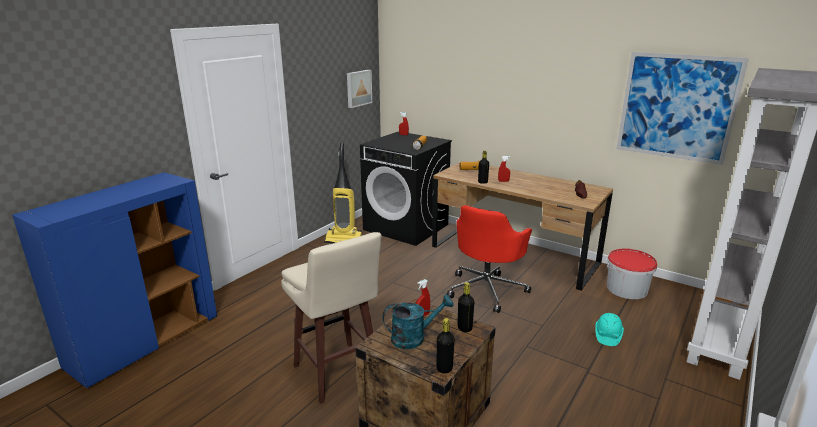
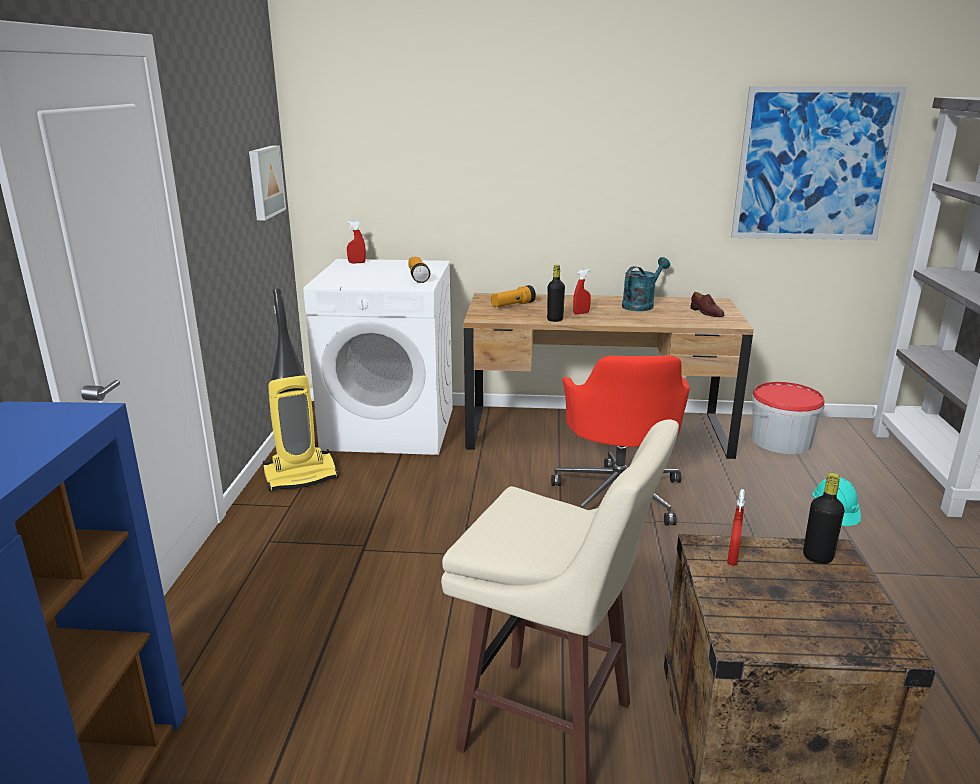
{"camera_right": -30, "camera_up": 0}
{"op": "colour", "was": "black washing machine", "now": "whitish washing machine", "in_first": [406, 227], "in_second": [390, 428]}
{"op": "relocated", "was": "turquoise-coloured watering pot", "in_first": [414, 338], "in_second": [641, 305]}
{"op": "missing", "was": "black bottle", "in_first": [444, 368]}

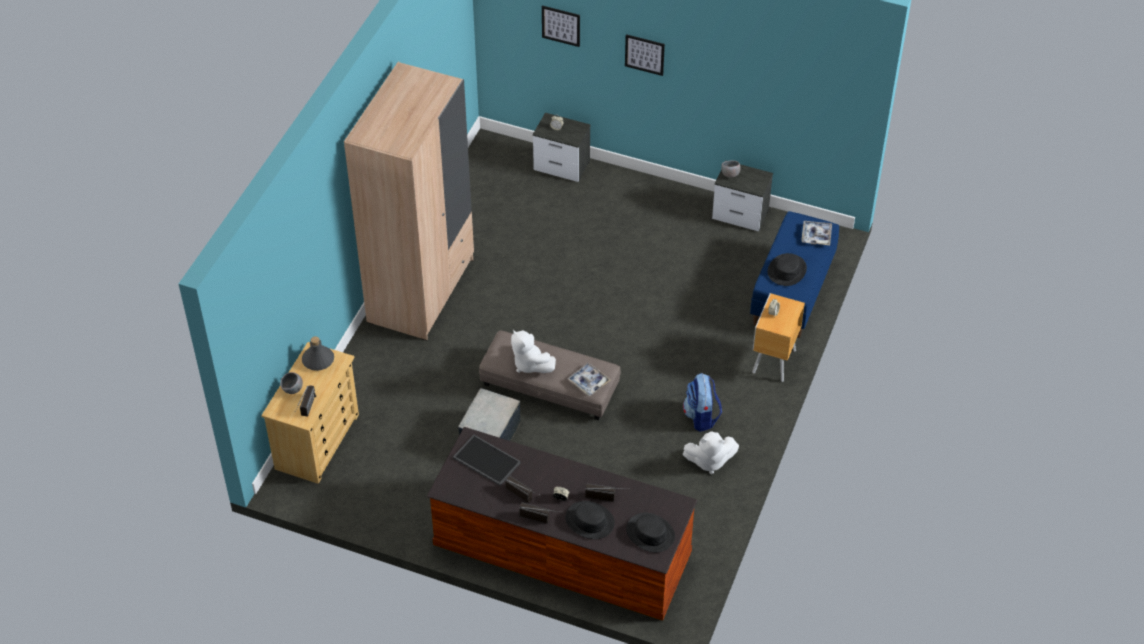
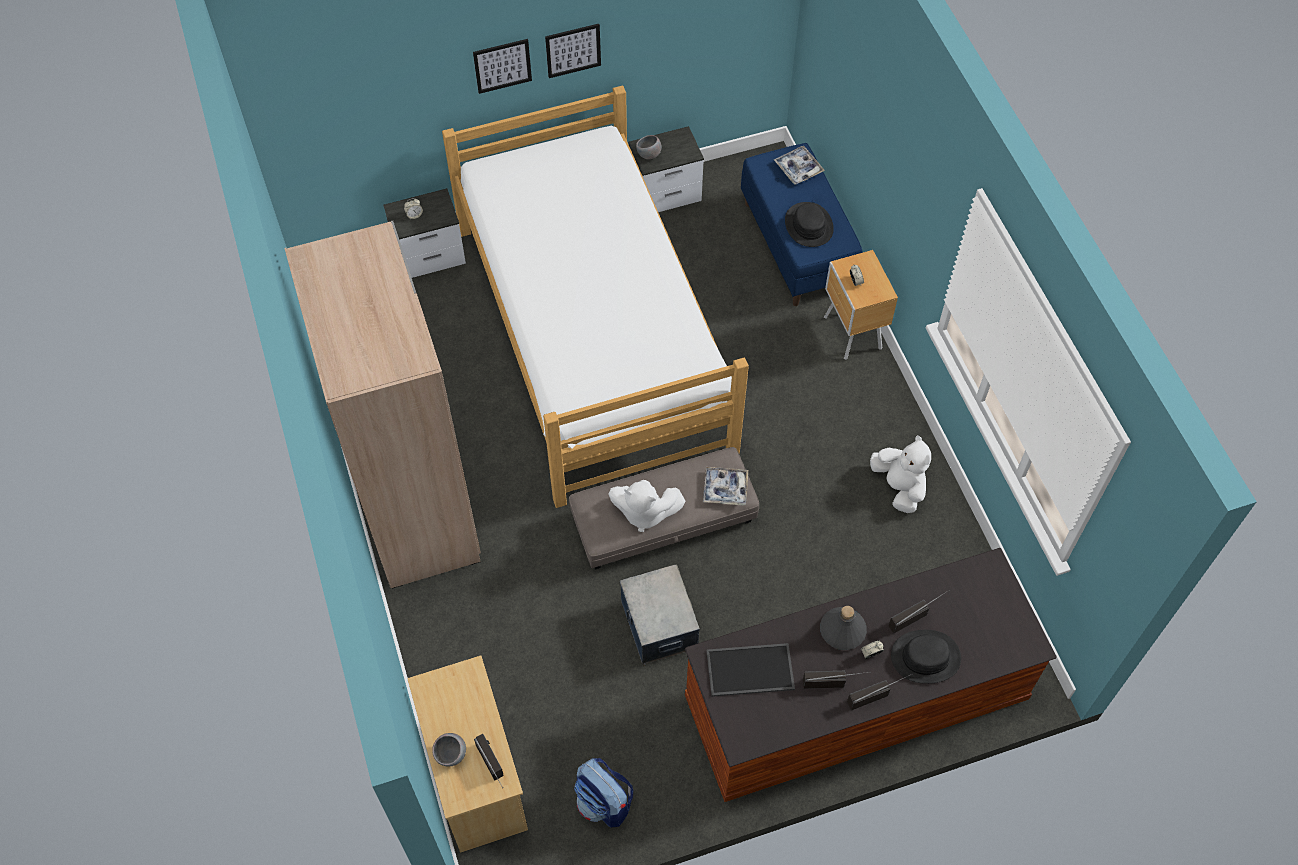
{"camera_right": -40, "camera_up": 10}
{"op": "relocated", "was": "wall art", "in_first": [561, 25], "in_second": [573, 50]}
{"op": "relocated", "was": "grey bottle", "in_first": [318, 360], "in_second": [842, 630]}
{"op": "relocated", "was": "knapsack", "in_first": [701, 416], "in_second": [604, 803]}
{"op": "spun", "was": "whitish soft toy", "in_first": [709, 461], "in_second": [899, 487], "clockwise": -75}
{"op": "missing", "was": "black clothing hat", "in_first": [650, 533]}
{"op": "appeared", "now": "sleeping bed", "in_second": [593, 336]}

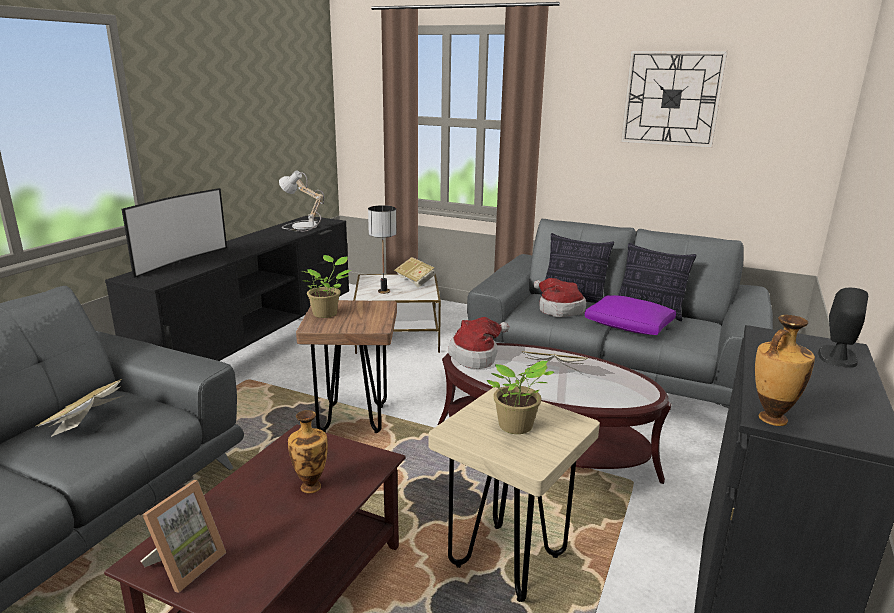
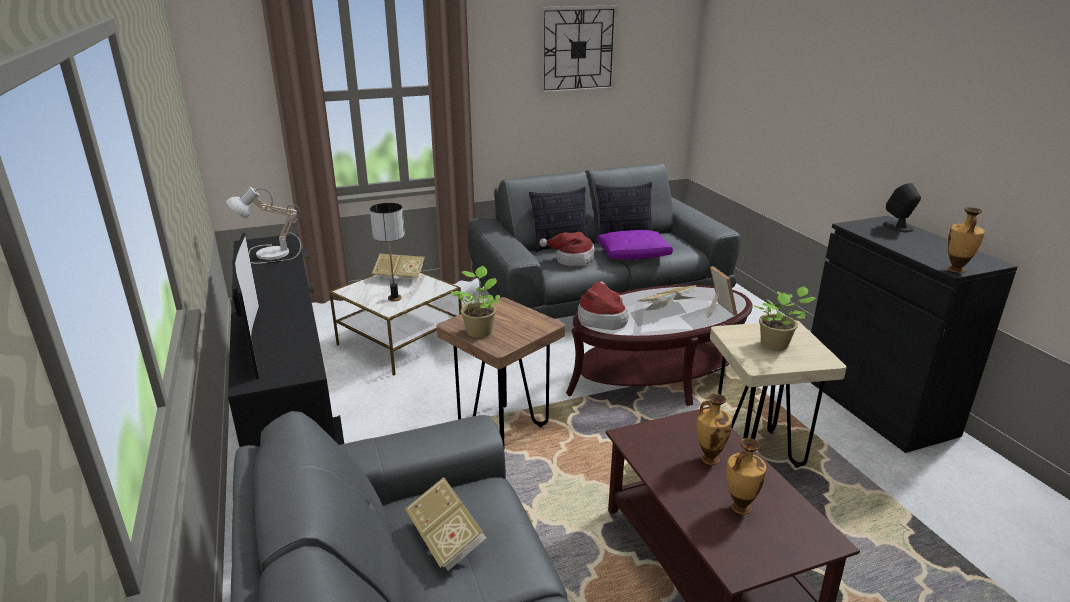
{"camera_right": -45, "camera_up": 5}
{"op": "relocated", "was": "standing frame", "in_first": [185, 564], "in_second": [717, 310]}
{"op": "appeared", "now": "vase", "in_second": [739, 507]}

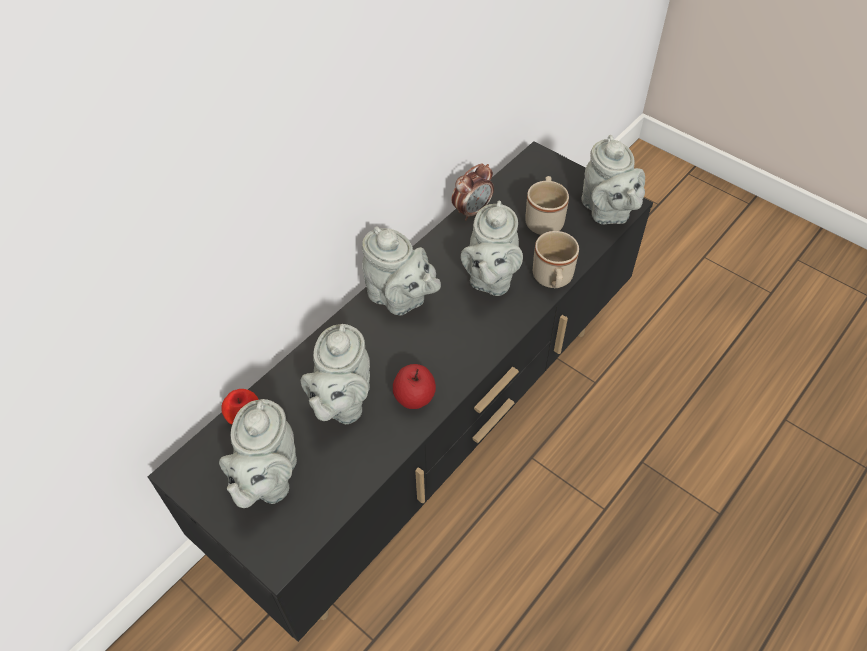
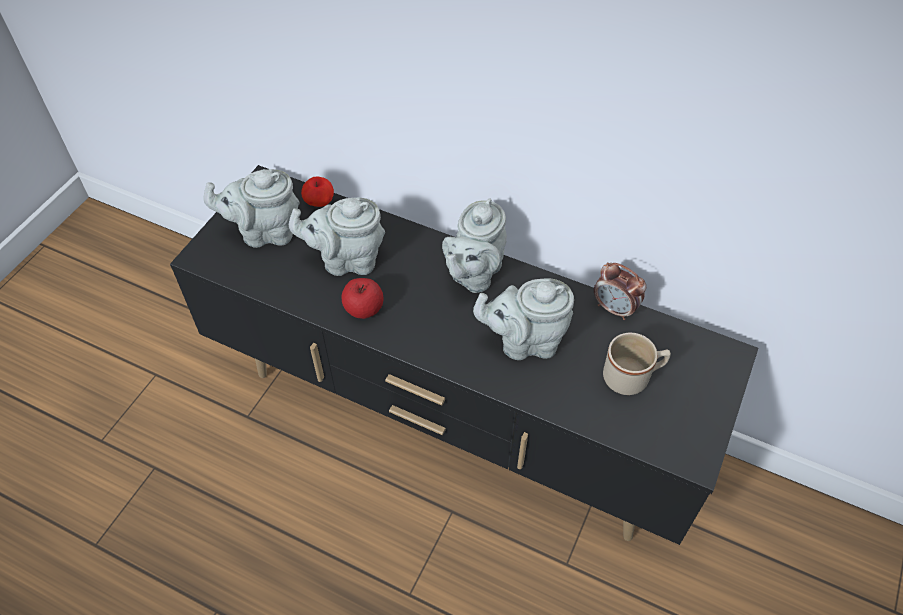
{"camera_right": 75, "camera_up": 0}
{"op": "missing", "was": "grey teapot", "in_first": [607, 212]}
{"op": "missing", "was": "sand-coloured mug", "in_first": [553, 280]}

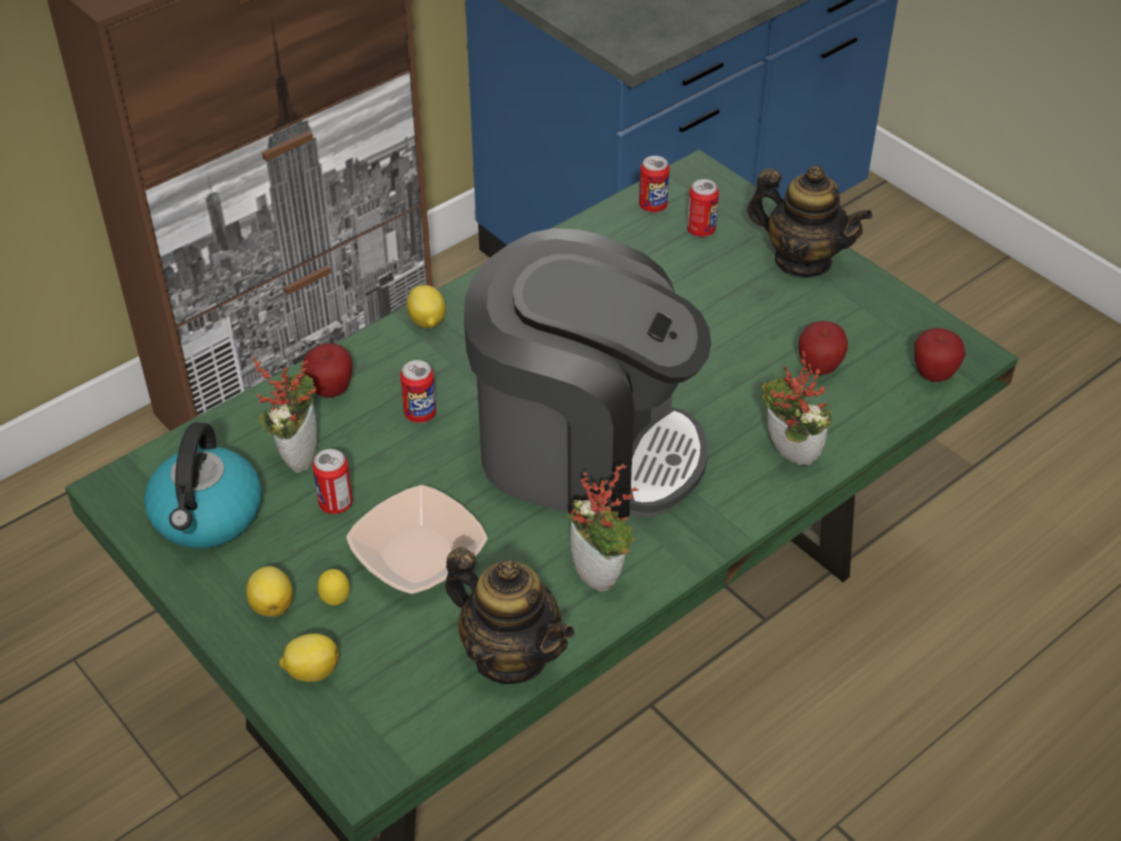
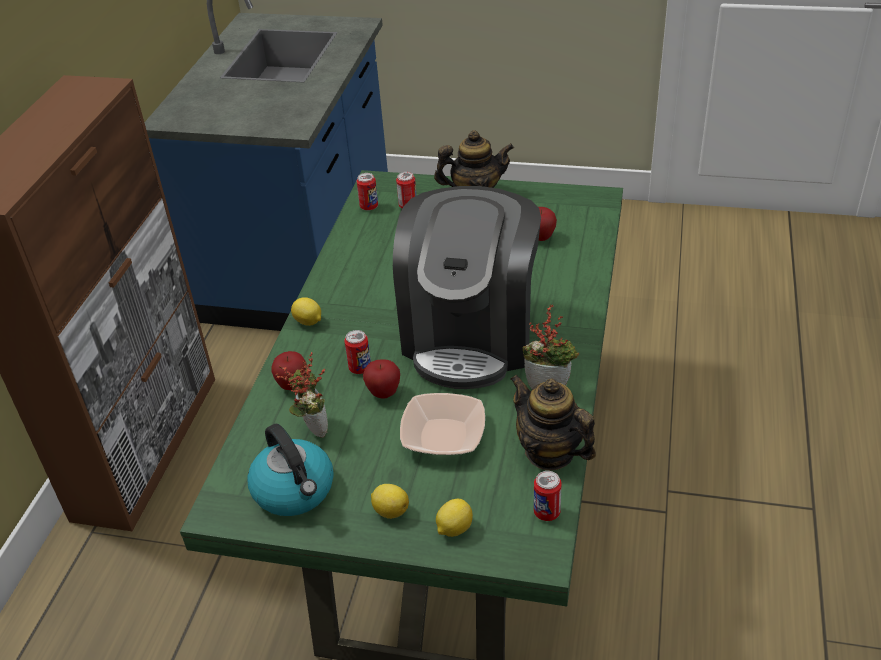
{"camera_right": -35, "camera_up": -5}
{"op": "spun", "was": "coffee machine", "in_first": [585, 449], "in_second": [470, 335], "clockwise": 120}
{"op": "relocated", "was": "apple", "in_first": [933, 374], "in_second": [383, 393]}
{"op": "missing", "was": "houseplant", "in_first": [787, 457]}
{"op": "relocated", "was": "metal can", "in_first": [336, 503], "in_second": [547, 512]}
{"op": "spun", "was": "teapot", "in_first": [510, 655], "in_second": [550, 452], "clockwise": -135}
{"op": "missing", "was": "whole lemon", "in_first": [336, 601]}

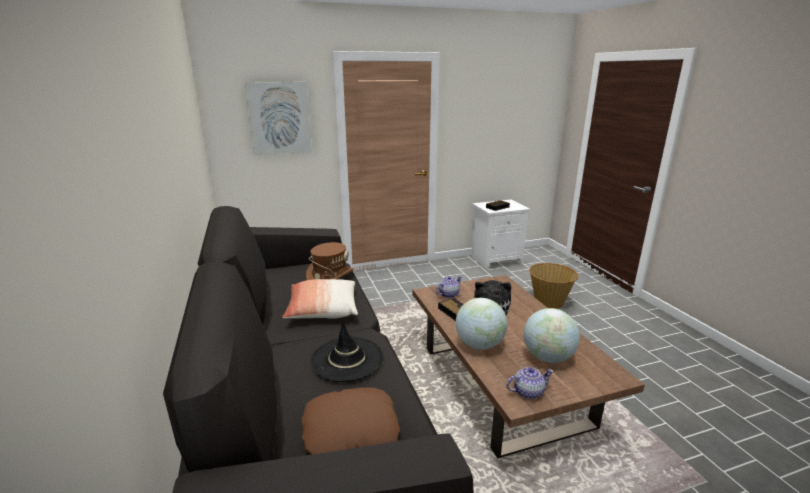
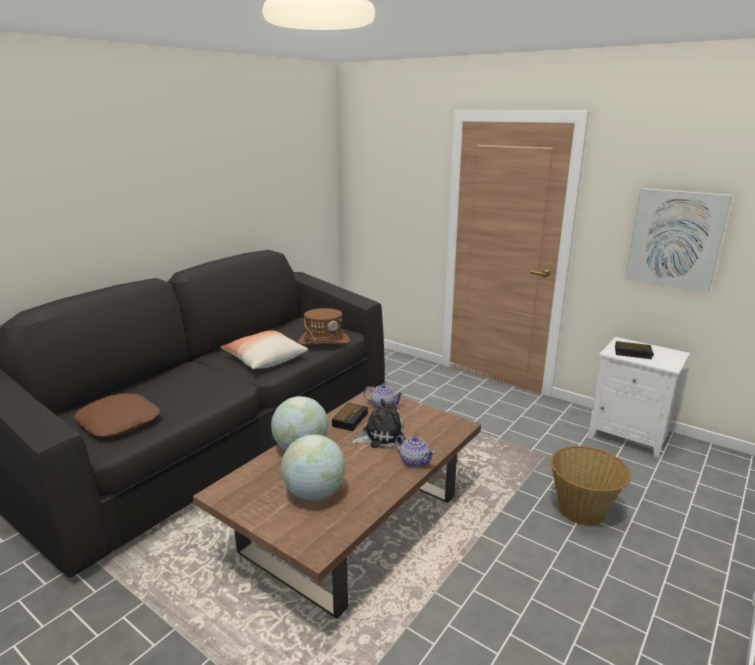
{"camera_right": 55, "camera_up": 0}
{"op": "relocated", "was": "wall art", "in_first": [279, 118], "in_second": [675, 239]}
{"op": "missing", "was": "black clothing hat", "in_first": [347, 359]}
{"op": "relocated", "was": "teapot", "in_first": [527, 392], "in_second": [414, 461]}

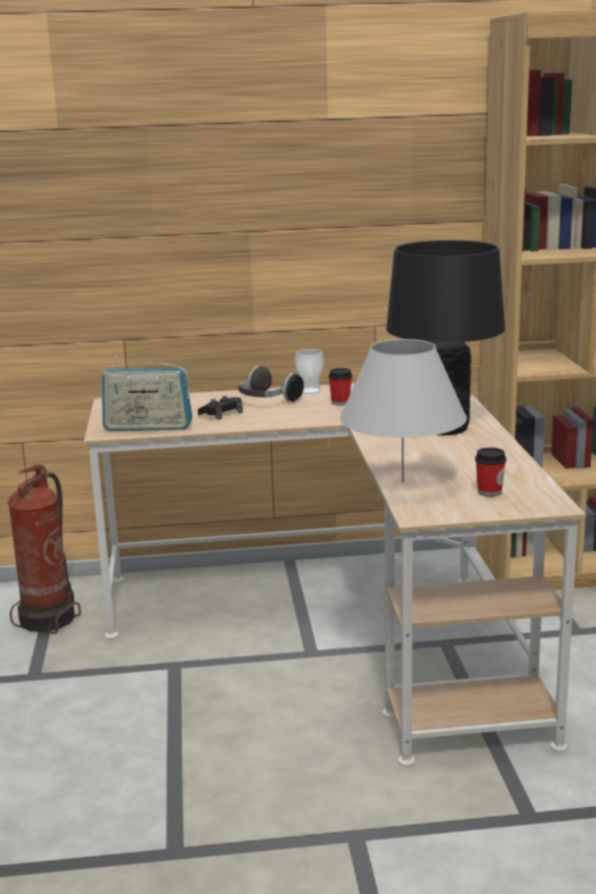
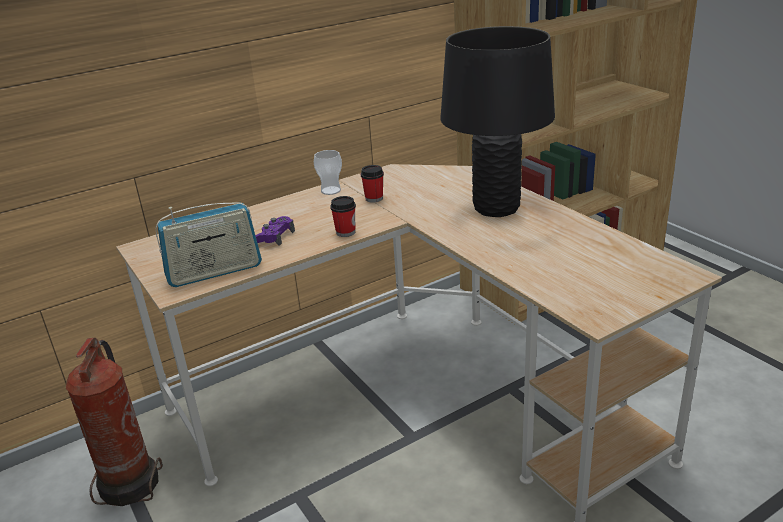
{"camera_right": -25, "camera_up": 10}
{"op": "missing", "was": "whitish tabletop lamp", "in_first": [402, 481]}
{"op": "missing", "was": "headset", "in_first": [267, 401]}
{"op": "colour", "was": "black game controller", "now": "purple-coloured game controller", "in_first": [221, 414], "in_second": [274, 237]}
{"op": "relocated", "was": "small cup", "in_first": [489, 492], "in_second": [345, 232]}

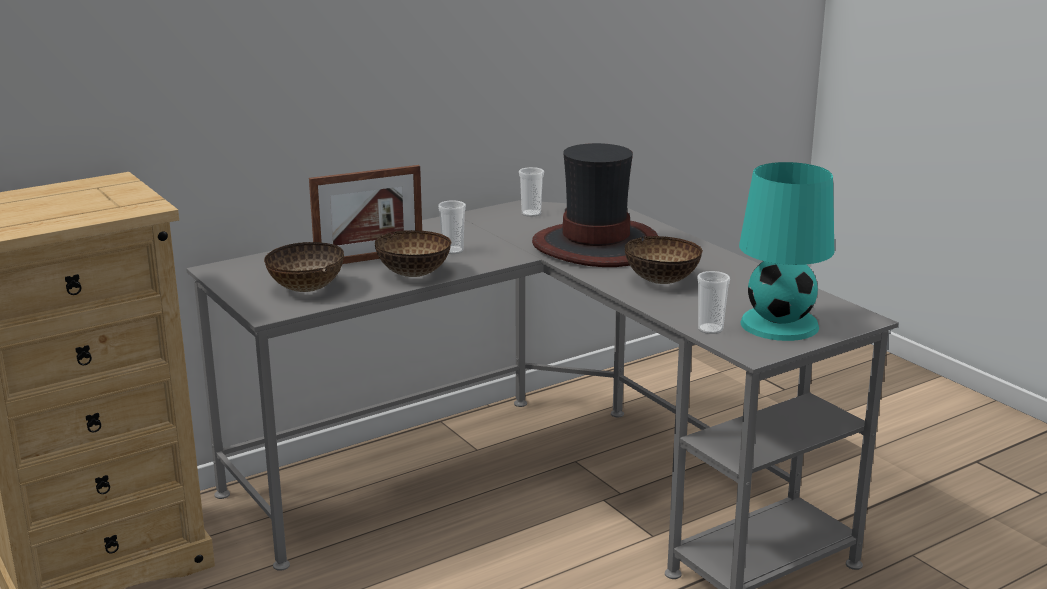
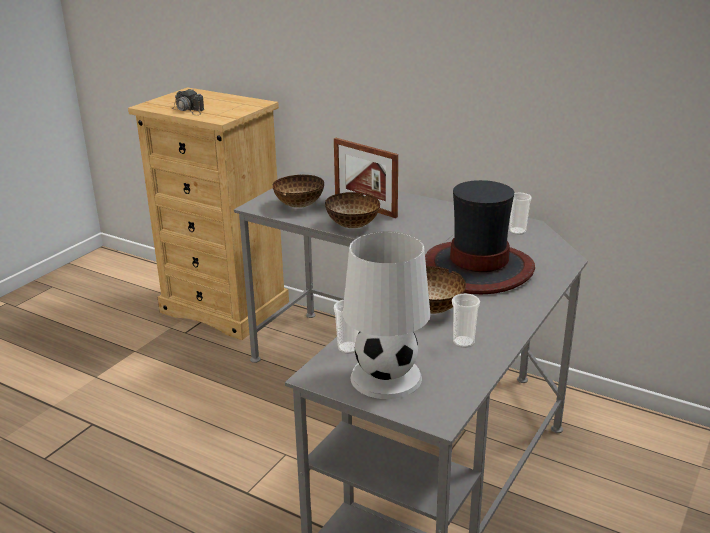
{"camera_right": 65, "camera_up": 5}
{"op": "colour", "was": "turquoise-coloured tabletop lamp", "now": "whitish tabletop lamp", "in_first": [780, 324], "in_second": [386, 378]}
{"op": "relocated", "was": "small cup", "in_first": [452, 251], "in_second": [463, 342]}
{"op": "appeared", "now": "photo camera", "in_second": [189, 110]}

